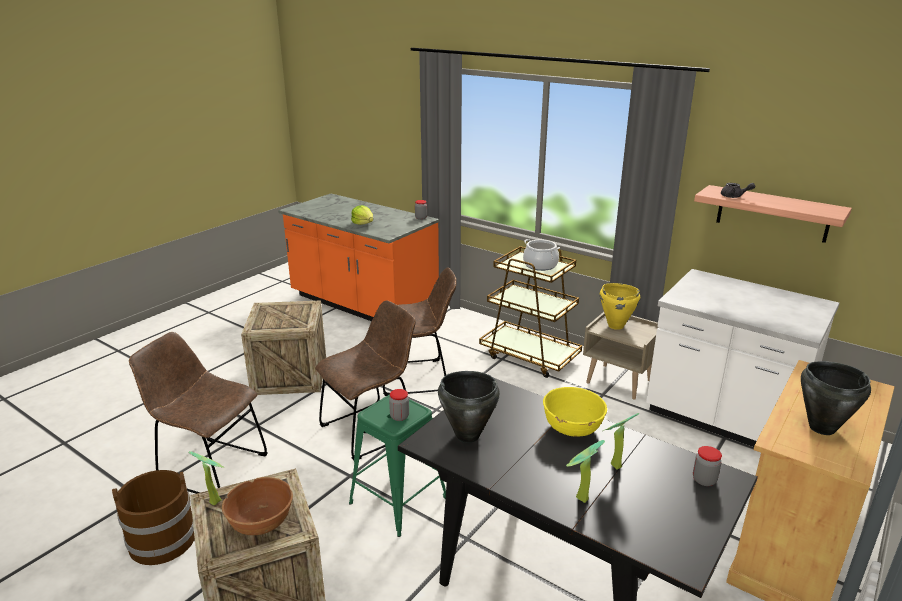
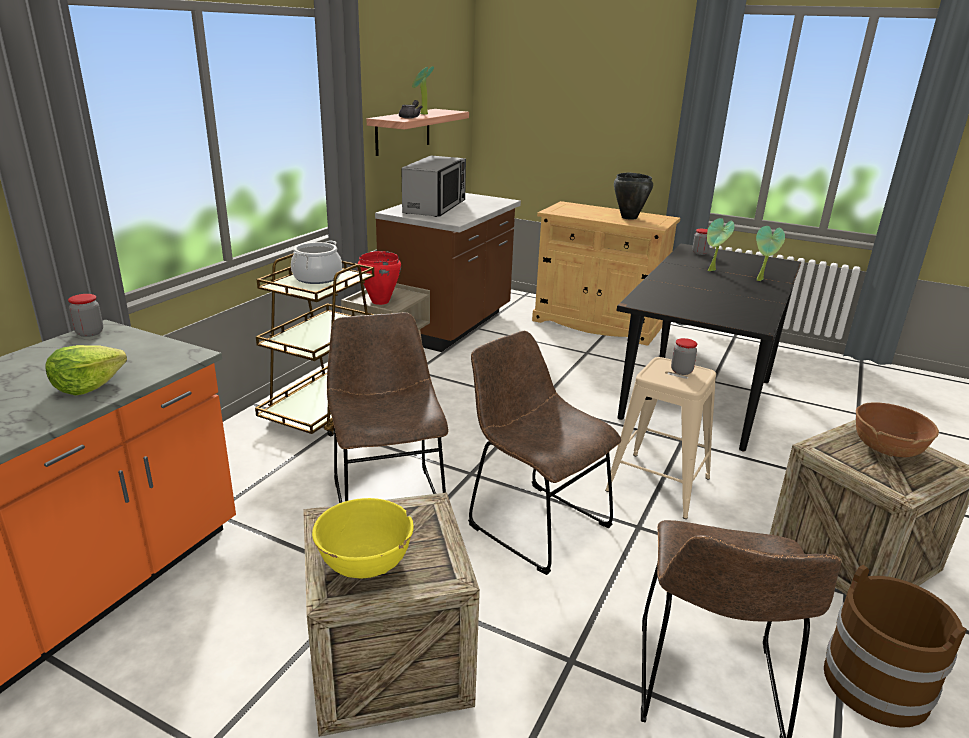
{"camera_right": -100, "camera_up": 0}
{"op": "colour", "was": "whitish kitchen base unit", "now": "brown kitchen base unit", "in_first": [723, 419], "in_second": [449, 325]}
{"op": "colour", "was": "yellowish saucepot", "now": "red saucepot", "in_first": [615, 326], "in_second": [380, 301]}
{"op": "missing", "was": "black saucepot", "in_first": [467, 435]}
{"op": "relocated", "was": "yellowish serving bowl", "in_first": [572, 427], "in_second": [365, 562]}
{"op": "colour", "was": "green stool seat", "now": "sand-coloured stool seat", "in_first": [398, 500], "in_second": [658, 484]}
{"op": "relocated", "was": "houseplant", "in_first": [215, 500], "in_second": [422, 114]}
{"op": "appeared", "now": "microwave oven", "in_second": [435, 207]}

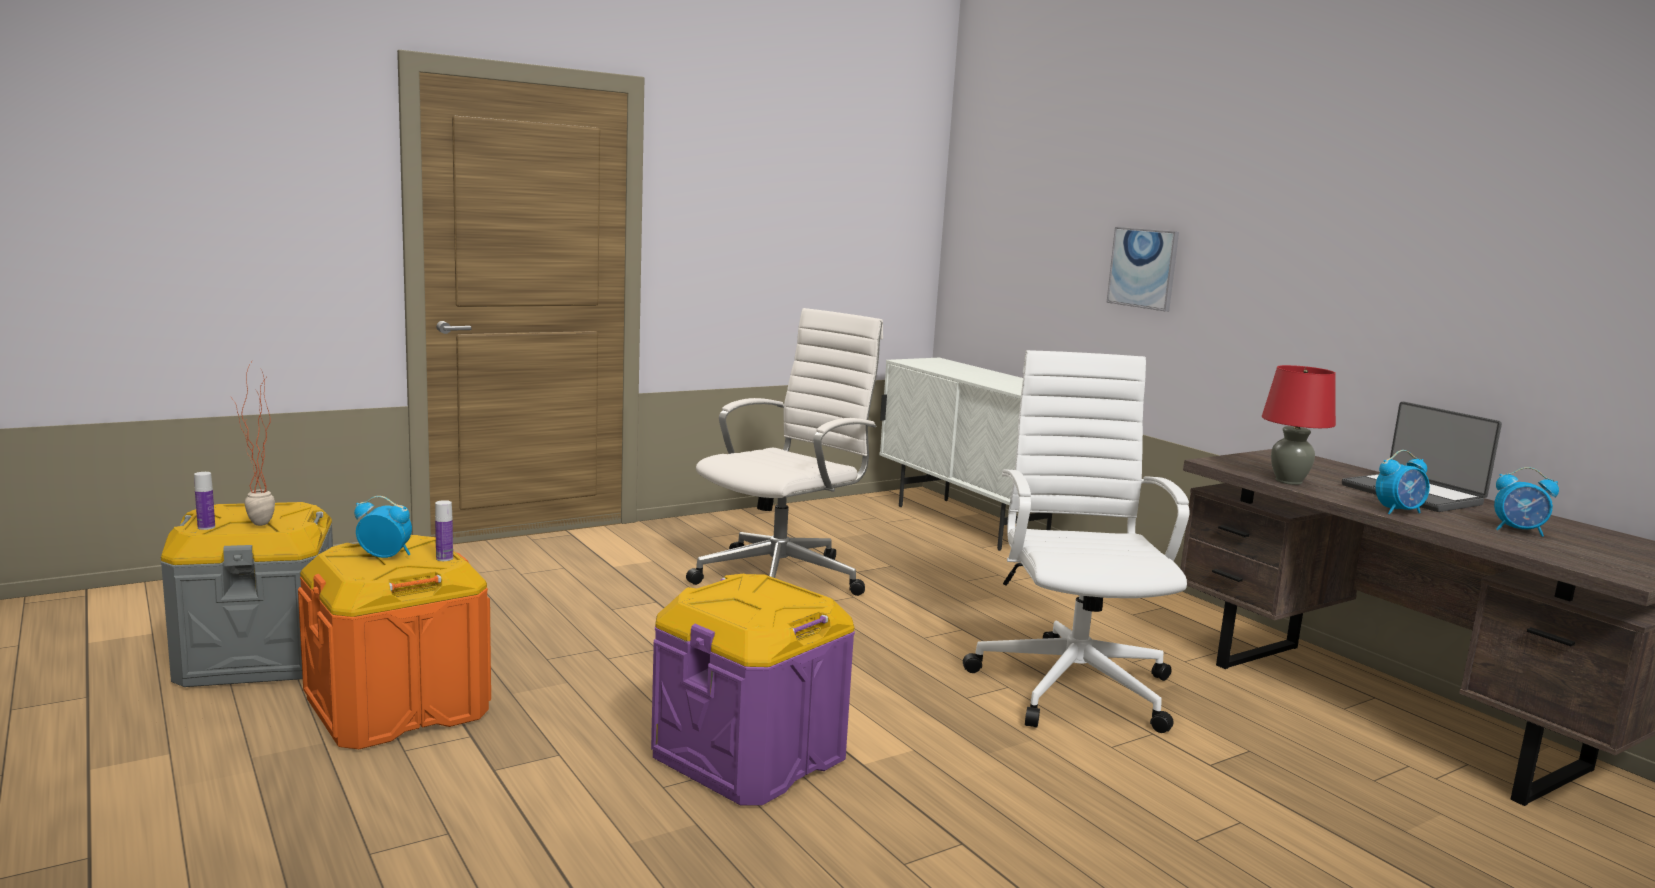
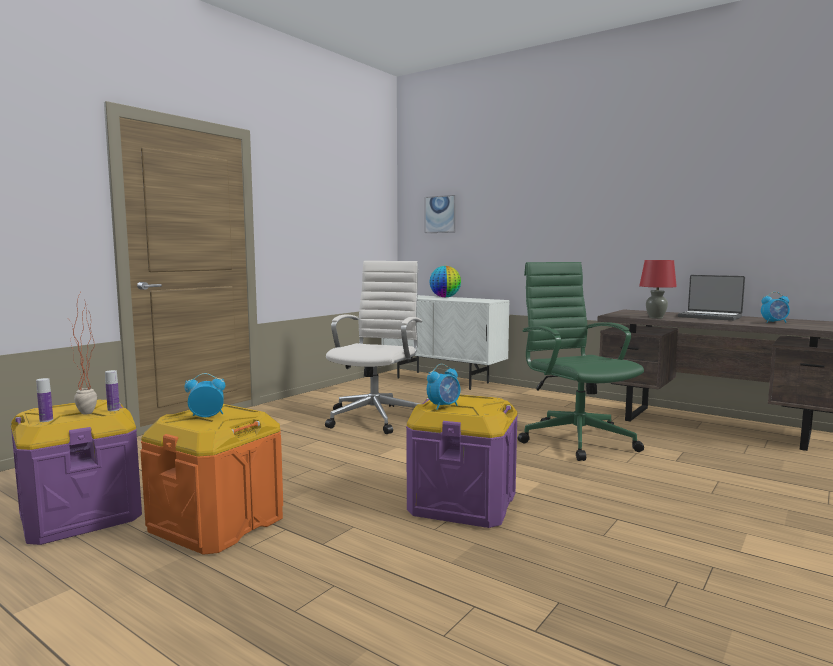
{"camera_right": -20, "camera_up": -5}
{"op": "relocated", "was": "wall art", "in_first": [1143, 268], "in_second": [440, 214]}
{"op": "colour", "was": "whitish office chair", "now": "green office chair", "in_first": [1073, 684], "in_second": [576, 439]}
{"op": "relocated", "was": "bedside clock", "in_first": [1399, 511], "in_second": [444, 406]}
{"op": "relocated", "was": "bottle", "in_first": [444, 558], "in_second": [113, 409]}
{"op": "colour", "was": "grey storage bin", "now": "purple-coloured storage bin", "in_first": [259, 657], "in_second": [81, 516]}
{"op": "appeared", "now": "world globe", "in_second": [445, 297]}

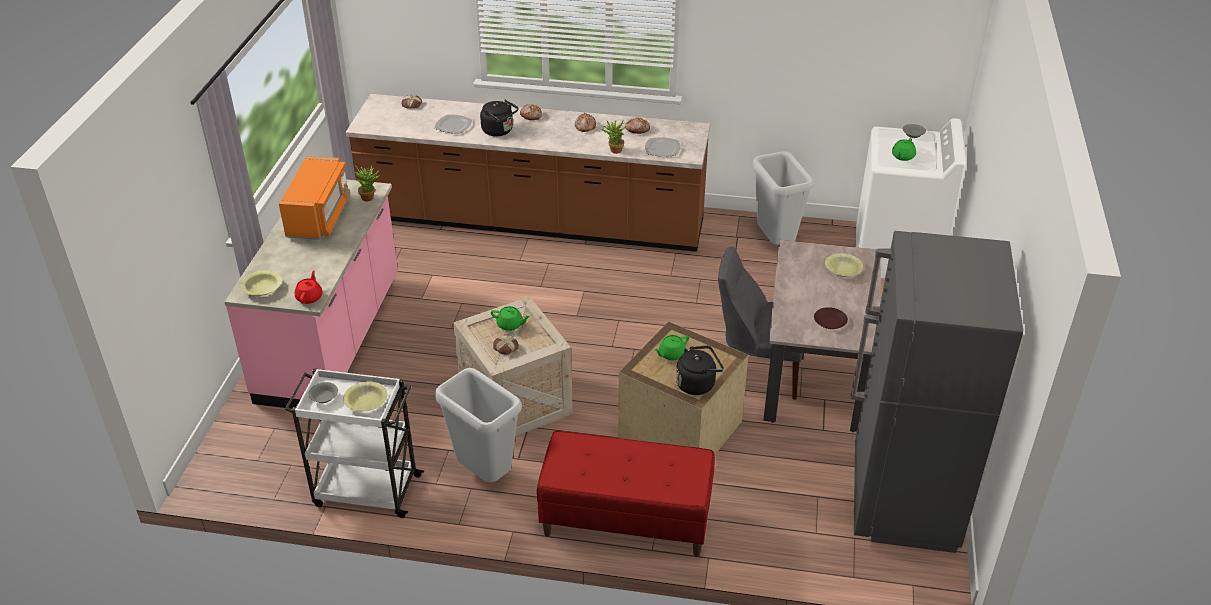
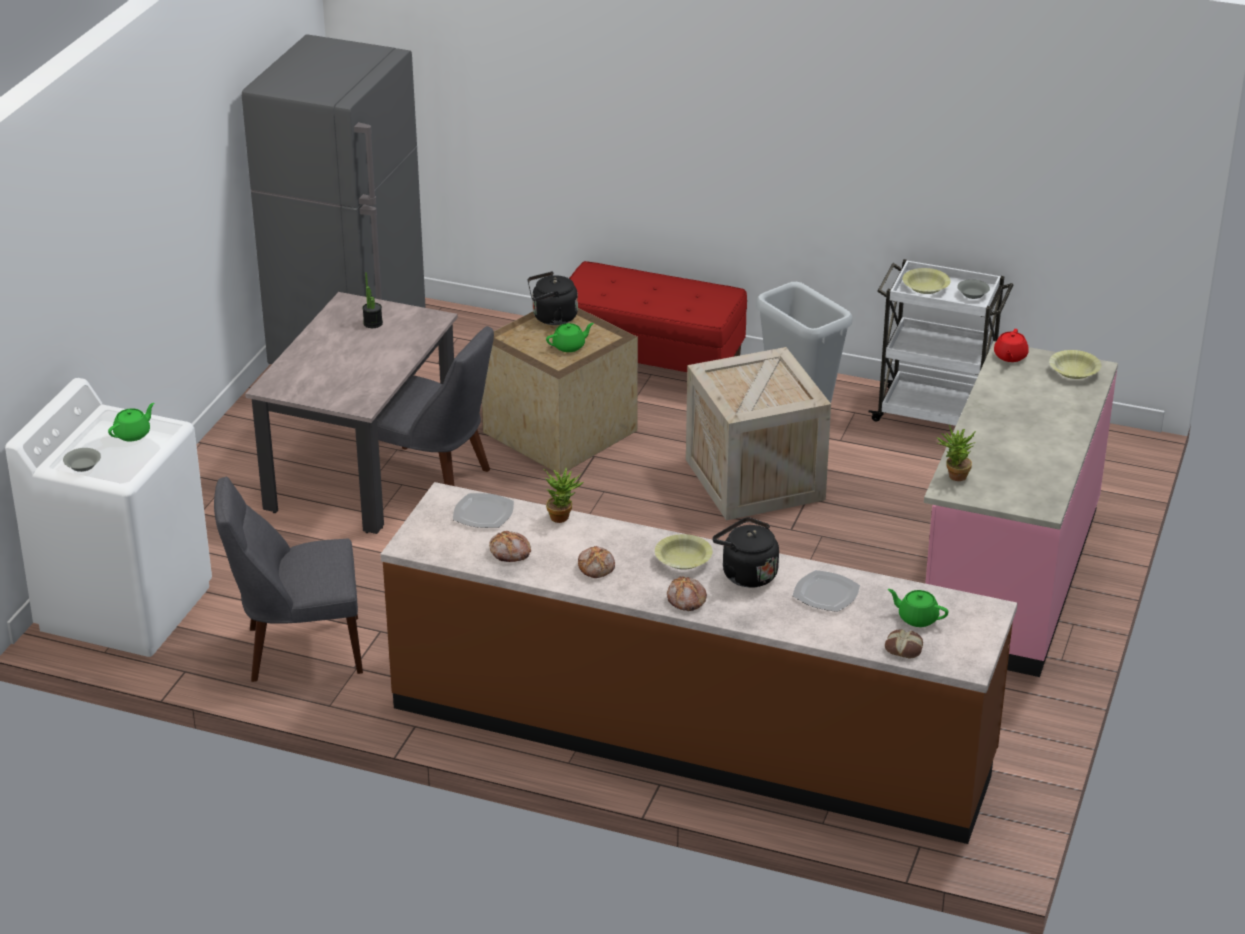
{"camera_right": -170, "camera_up": -5}
{"op": "exchanged", "was": "grey rubbish bin", "now": "grey chair", "in_first": [776, 243], "in_second": [298, 649]}
{"op": "missing", "was": "orange-coloured microwave oven", "in_first": [319, 216]}
{"op": "relocated", "was": "yellowish serving bowl", "in_first": [843, 270], "in_second": [683, 560]}
{"op": "relocated", "was": "green teapot", "in_first": [510, 325], "in_second": [917, 618]}
{"op": "exchanged", "was": "brown flat dish", "now": "houseplant", "in_first": [830, 321], "in_second": [373, 323]}
{"op": "missing", "was": "bread", "in_first": [505, 347]}

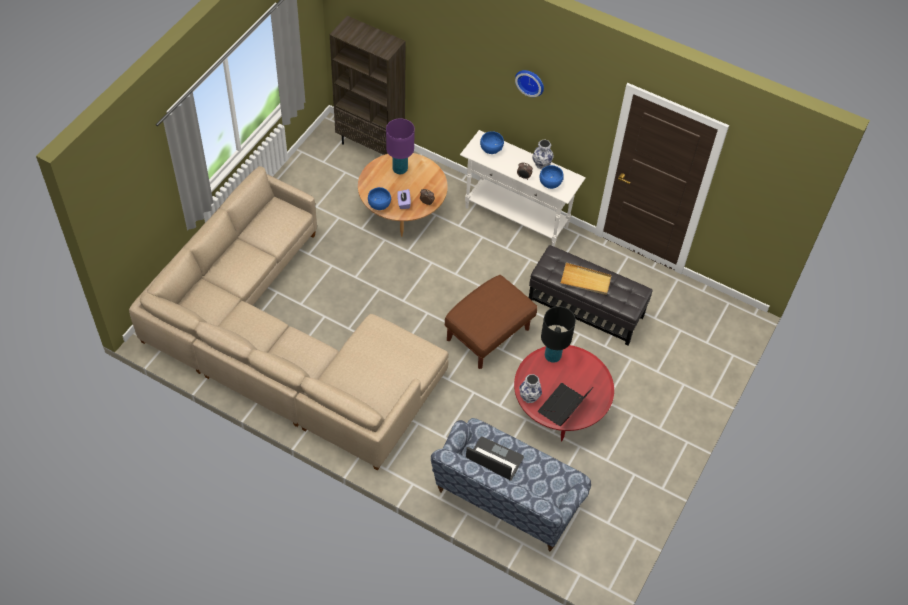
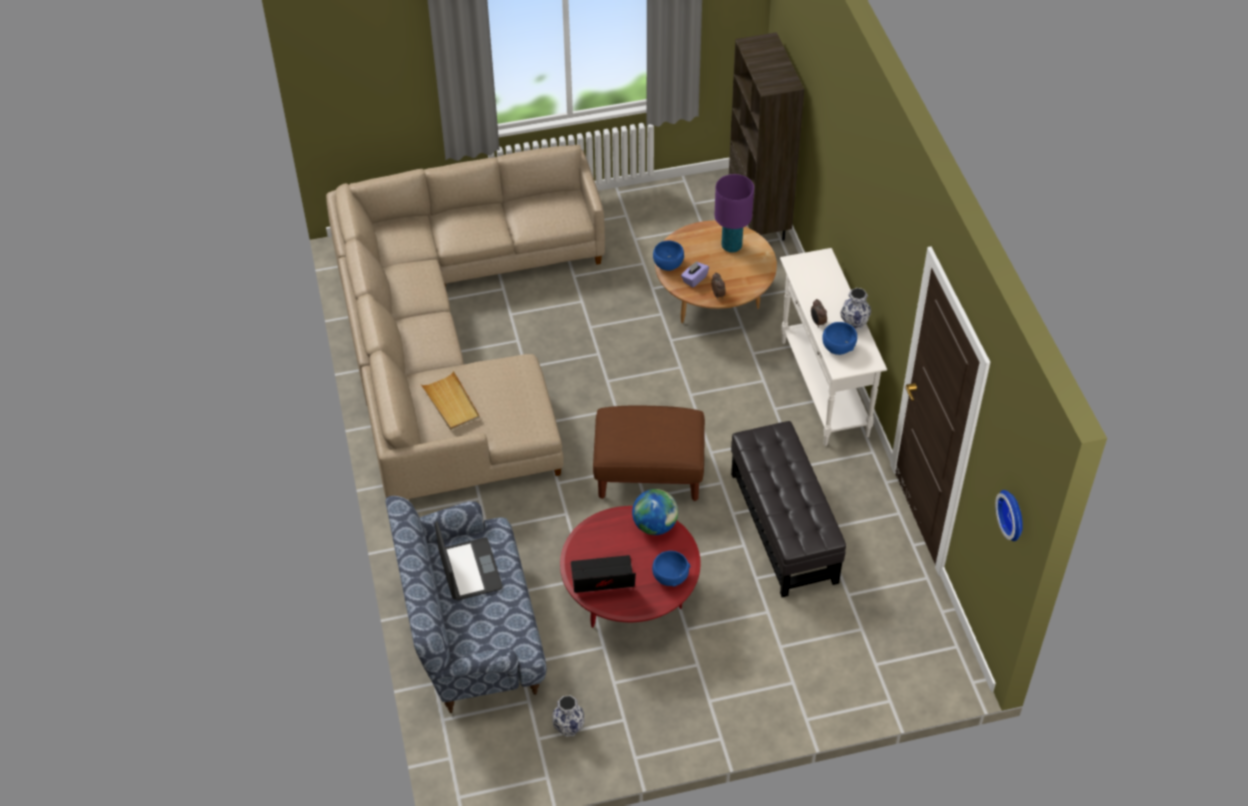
{"camera_right": 50, "camera_up": -5}
{"op": "relocated", "was": "clock on the wall", "in_first": [530, 81], "in_second": [1013, 514]}
{"op": "relocated", "was": "blue-coloured serving bowl", "in_first": [491, 149], "in_second": [670, 577]}
{"op": "relocated", "was": "sand-coloured serving tray", "in_first": [585, 280], "in_second": [451, 403]}
{"op": "exchanged", "was": "black tabletop lamp", "now": "world globe", "in_first": [552, 356], "in_second": [655, 525]}
{"op": "relocated", "was": "vase", "in_first": [529, 397], "in_second": [568, 728]}

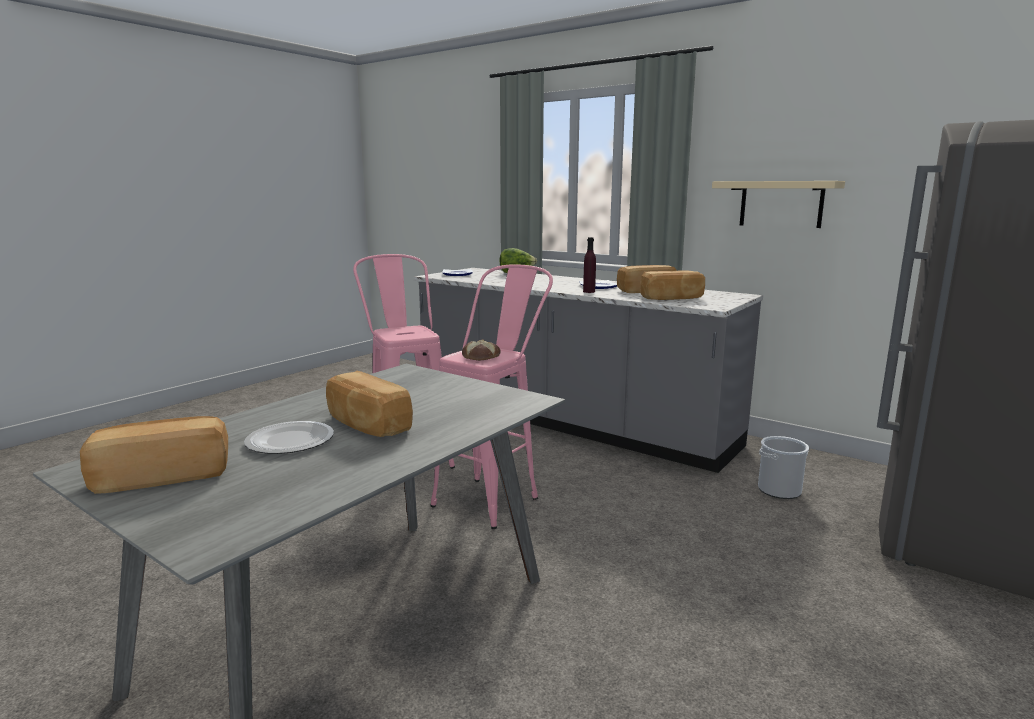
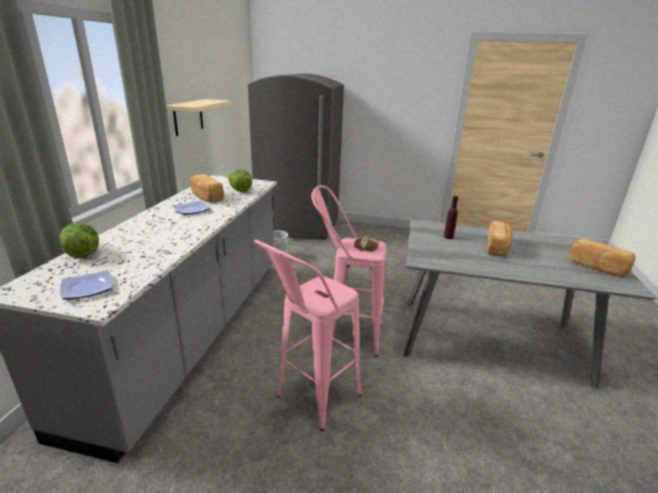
{"camera_right": -115, "camera_up": 10}
{"op": "relocated", "was": "purple-coloured bottle", "in_first": [589, 291], "in_second": [448, 237]}
{"op": "exchanged", "was": "bread", "now": "lettuce", "in_first": [672, 298], "in_second": [239, 190]}
{"op": "missing", "was": "flat dish", "in_first": [291, 441]}

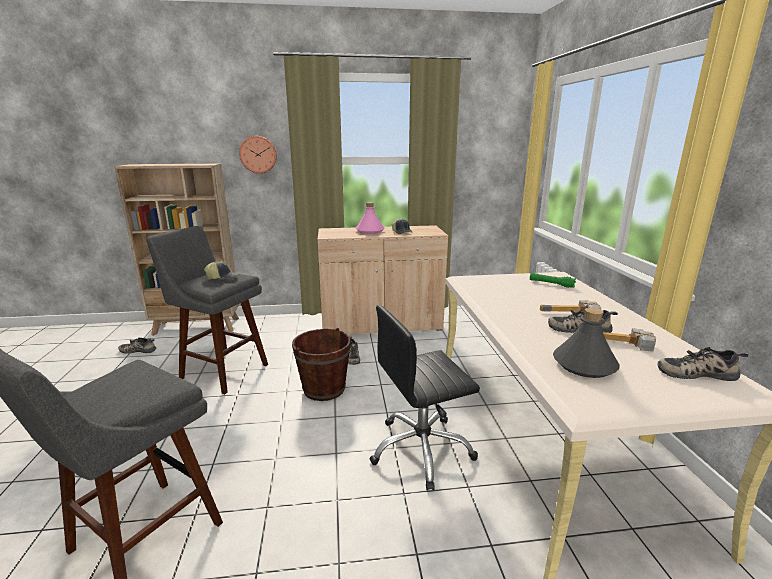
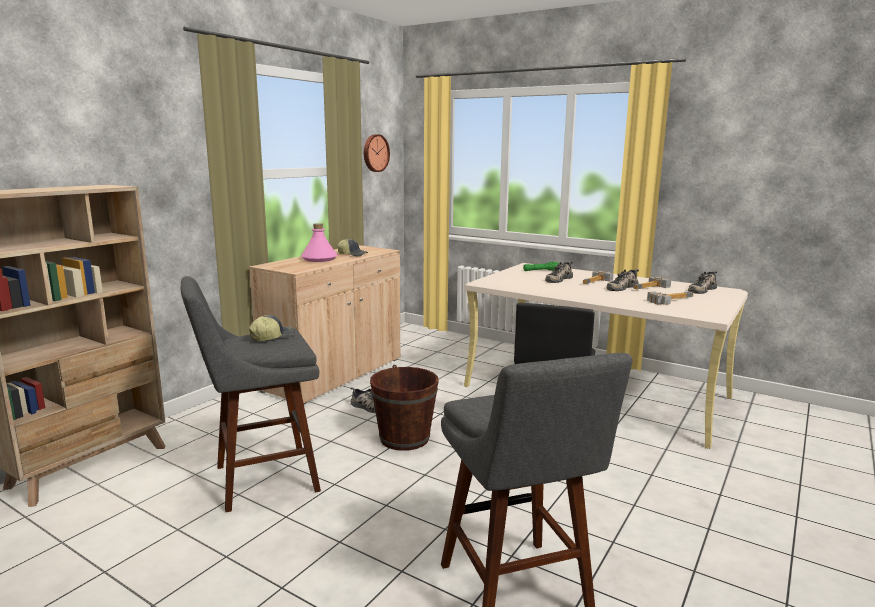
{"camera_right": -50, "camera_up": -5}
{"op": "relocated", "was": "clock on the wall", "in_first": [258, 154], "in_second": [375, 153]}
{"op": "exchanged", "was": "grey bottle", "now": "hammer", "in_first": [584, 365], "in_second": [668, 300]}
{"op": "relocated", "was": "item of footwear", "in_first": [139, 350], "in_second": [558, 279]}

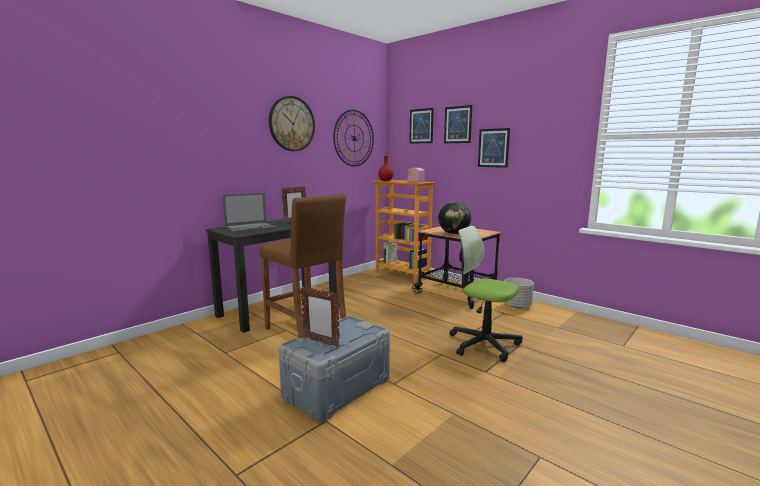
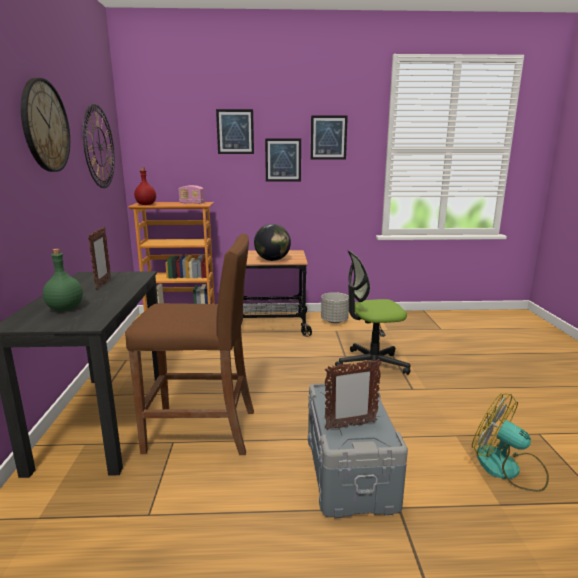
{"camera_right": -45, "camera_up": 5}
{"op": "relocated", "was": "wall art", "in_first": [421, 126], "in_second": [328, 137]}
{"op": "exchanged", "was": "laptop", "now": "green bottle", "in_first": [251, 227], "in_second": [65, 308]}
{"op": "appeared", "now": "fan", "in_second": [508, 468]}

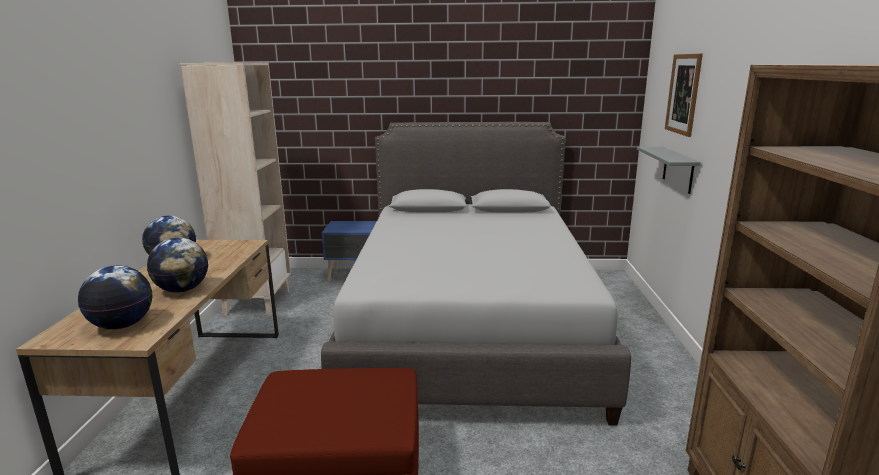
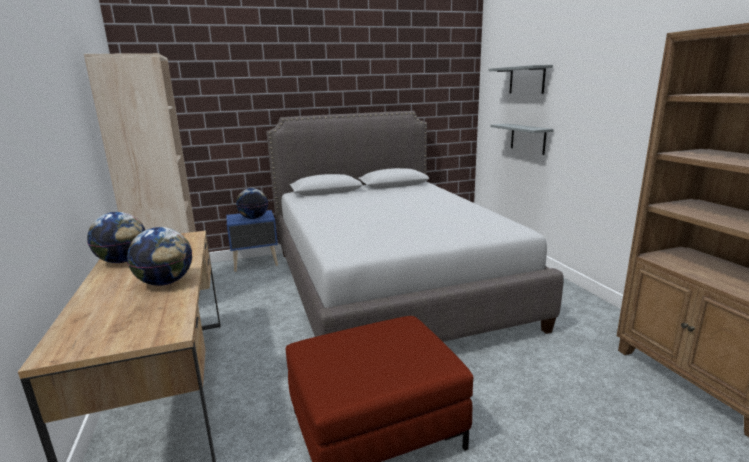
{"camera_right": -20, "camera_up": 0}
{"op": "exchanged", "was": "wall art", "now": "grey bracket shelf", "in_first": [683, 94], "in_second": [527, 80]}
{"op": "relocated", "was": "world globe", "in_first": [122, 325], "in_second": [254, 218]}

